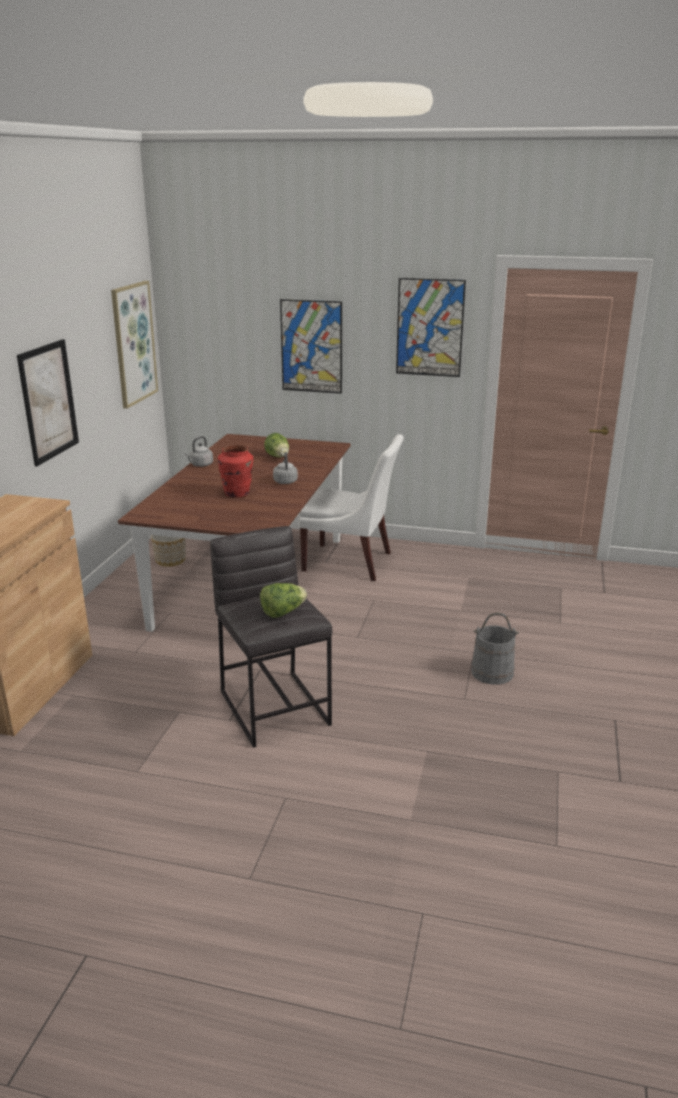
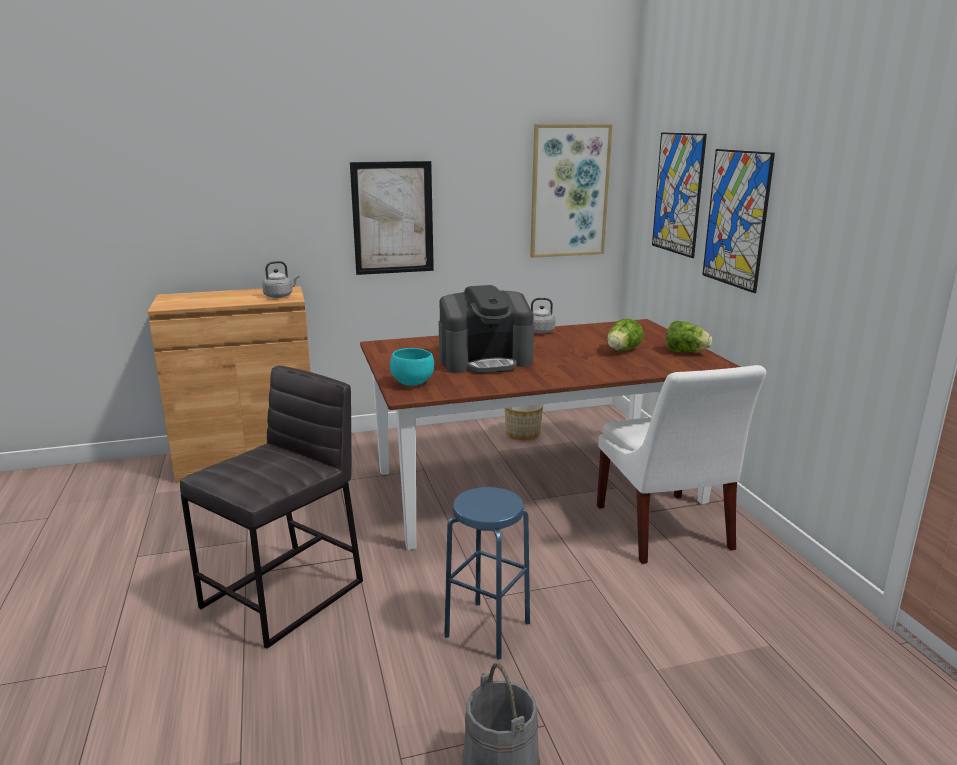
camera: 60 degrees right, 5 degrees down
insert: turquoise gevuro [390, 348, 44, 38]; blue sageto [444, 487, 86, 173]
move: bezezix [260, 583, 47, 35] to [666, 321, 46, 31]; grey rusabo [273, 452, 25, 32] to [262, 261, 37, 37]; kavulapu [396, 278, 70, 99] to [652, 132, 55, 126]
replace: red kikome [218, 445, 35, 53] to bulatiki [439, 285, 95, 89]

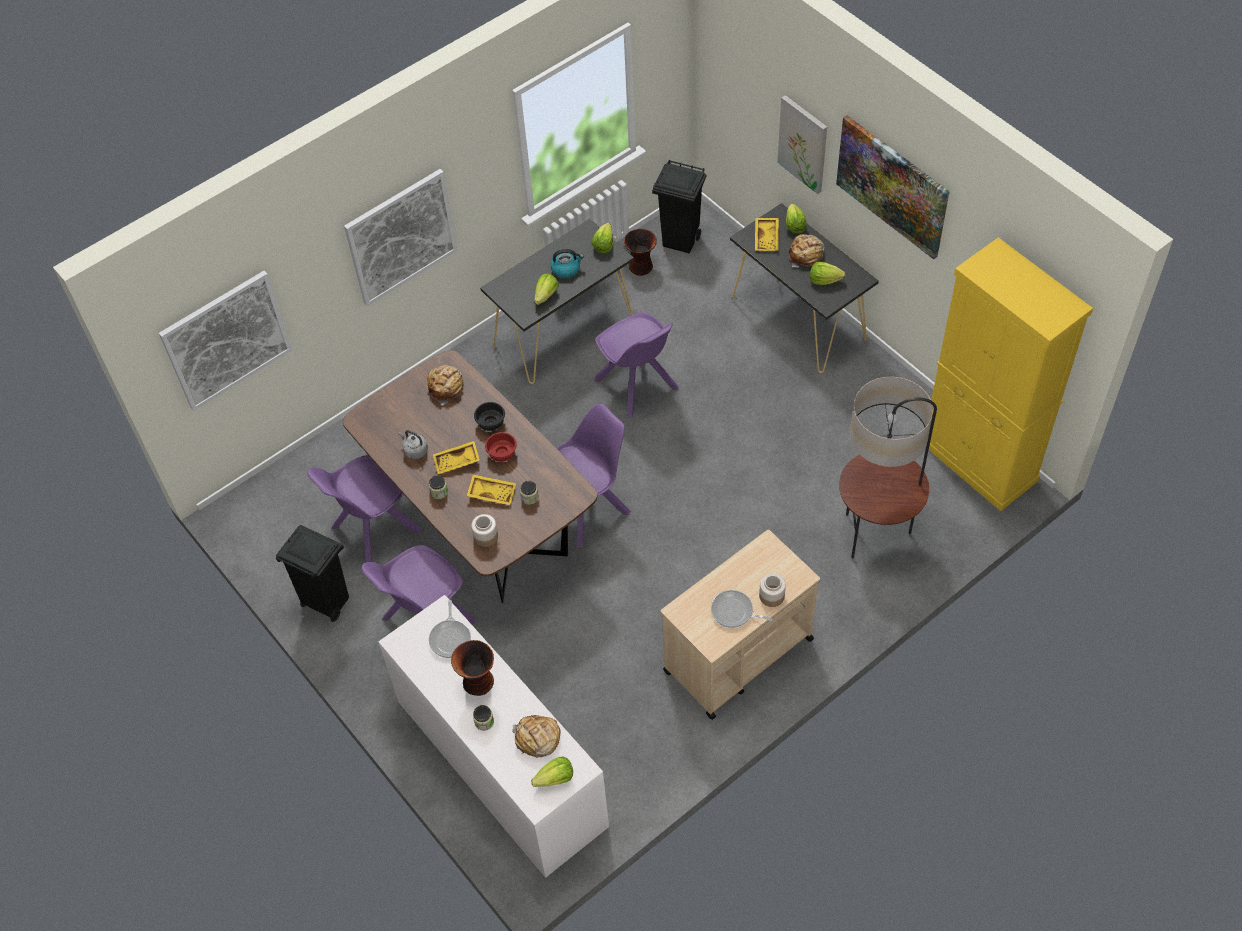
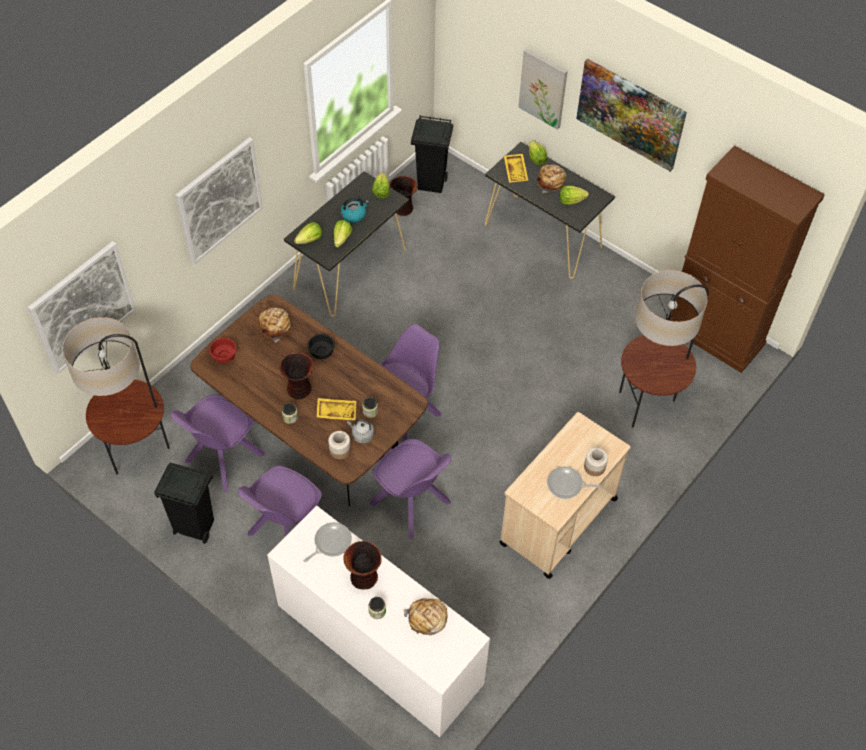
camera: 15 degrees left, 0 degrees up
insert: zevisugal [63, 317, 107, 157]
move: grey rusabo [399, 430, 29, 29] to [347, 419, 27, 25]; red gevuro [485, 432, 32, 30] to [209, 338, 28, 25]; bezezix [531, 756, 42, 31] to [294, 222, 28, 22]; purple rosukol [595, 312, 84, 106] to [370, 439, 81, 100]
replace: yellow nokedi [433, 441, 47, 33] to kikome [280, 353, 34, 46]
recolor: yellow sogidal [929, 237, 164, 274] to brown sogidal [670, 146, 155, 227]
rotate: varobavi [429, 600, 42, 58] = [304, 522, 48, 40] 120 degrees counterclockwise

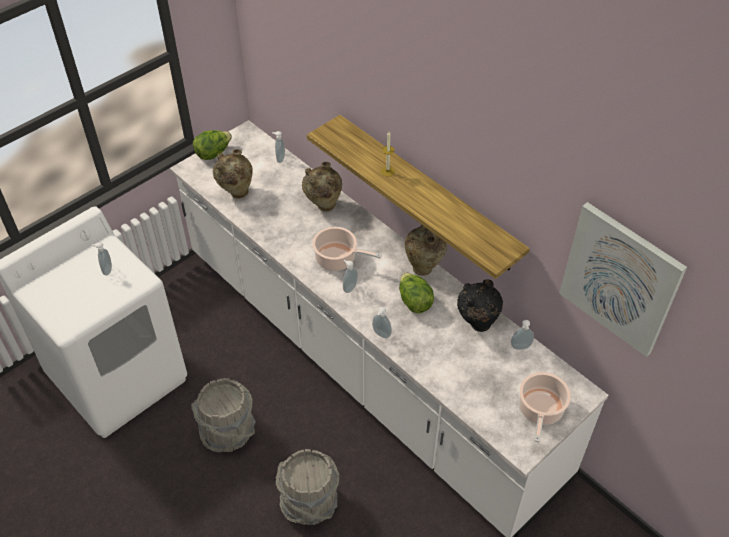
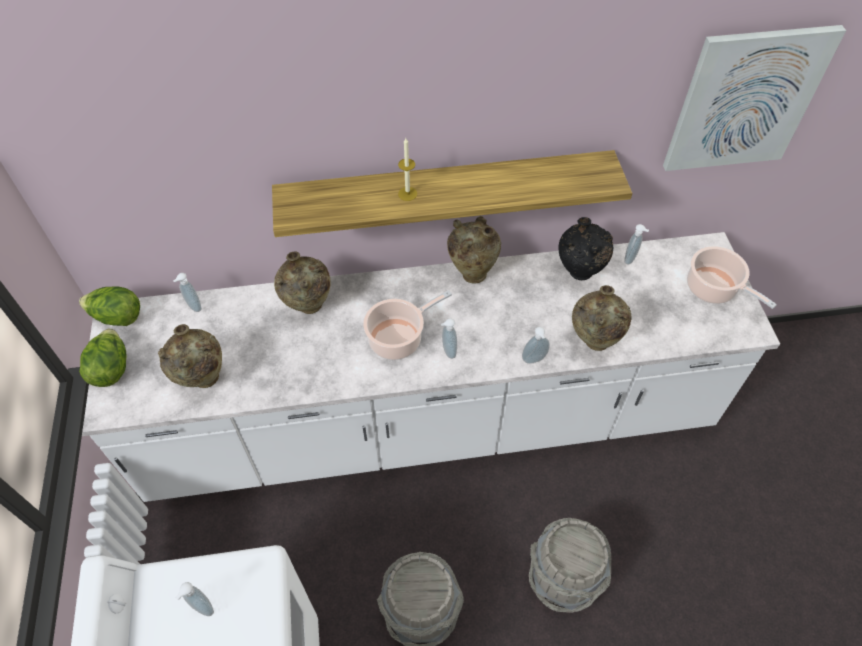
camera: 55 degrees left, 5 degrees up
insert: beige kikome [572, 285, 60, 66]
move: bezezix [399, 272, 35, 41] to [79, 286, 61, 40]

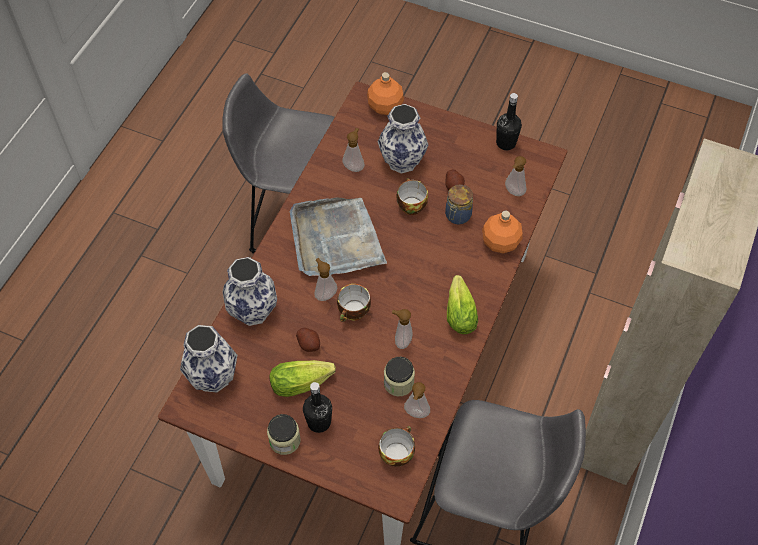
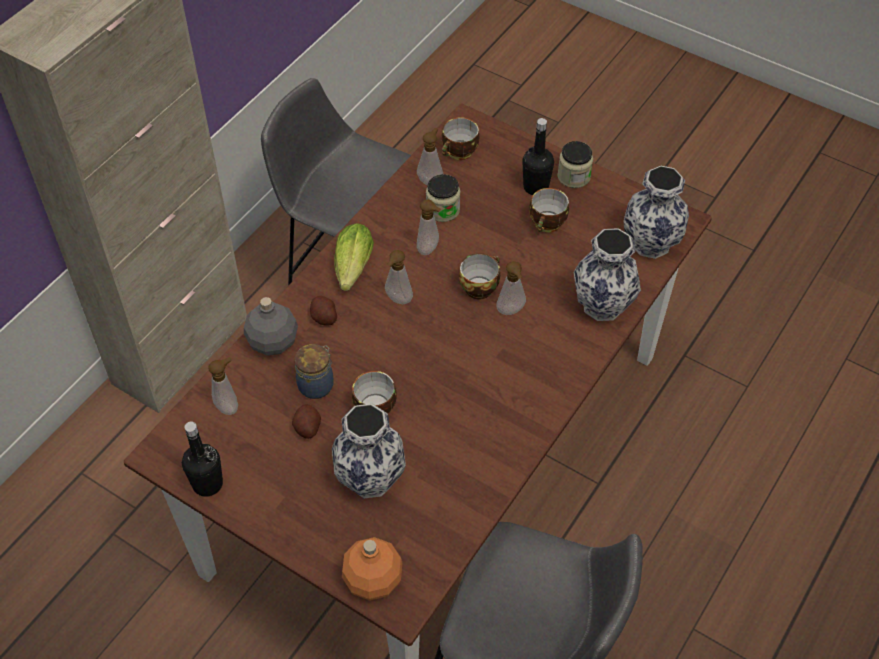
camera: 170 degrees left, 5 degrees down
delete: grey nokedi [290, 198, 97, 78]
move: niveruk [296, 328, 24, 24] to [310, 296, 27, 30]; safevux [343, 128, 21, 44] to [385, 250, 28, 54]
replace: bezezix [269, 360, 67, 37] to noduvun [529, 188, 40, 45]
recolor: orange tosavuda [482, 210, 41, 43] to grey tosavuda [244, 297, 54, 59]

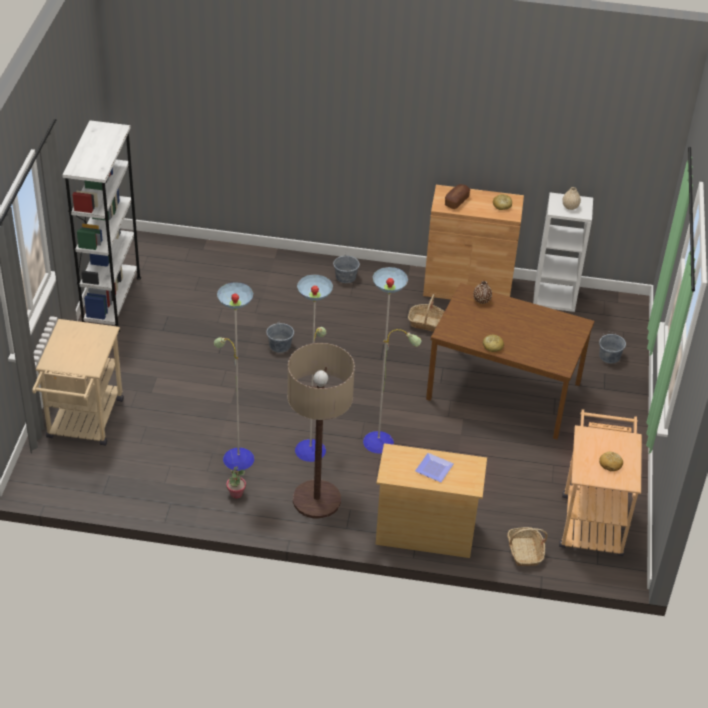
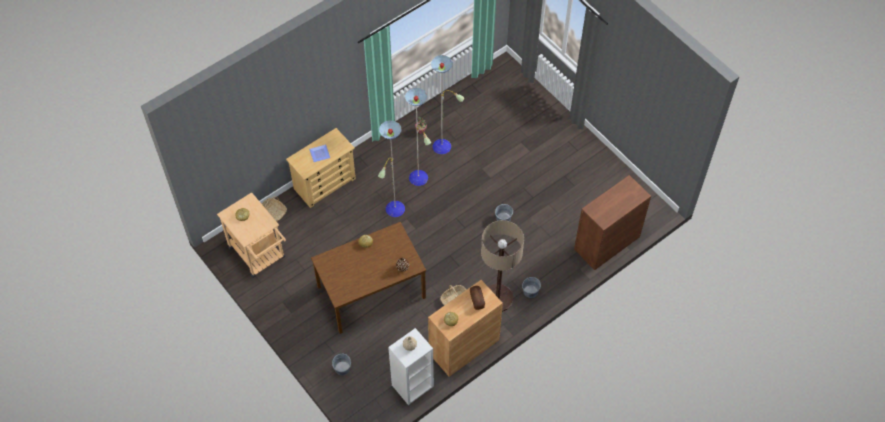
camera: 135 degrees right, 15 degrees up
delete: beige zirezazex [32, 319, 92, 127]; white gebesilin [62, 120, 79, 213]
insert: brown sogidal [574, 175, 77, 95]
move: zevisugal [287, 343, 68, 176] to [481, 220, 43, 92]

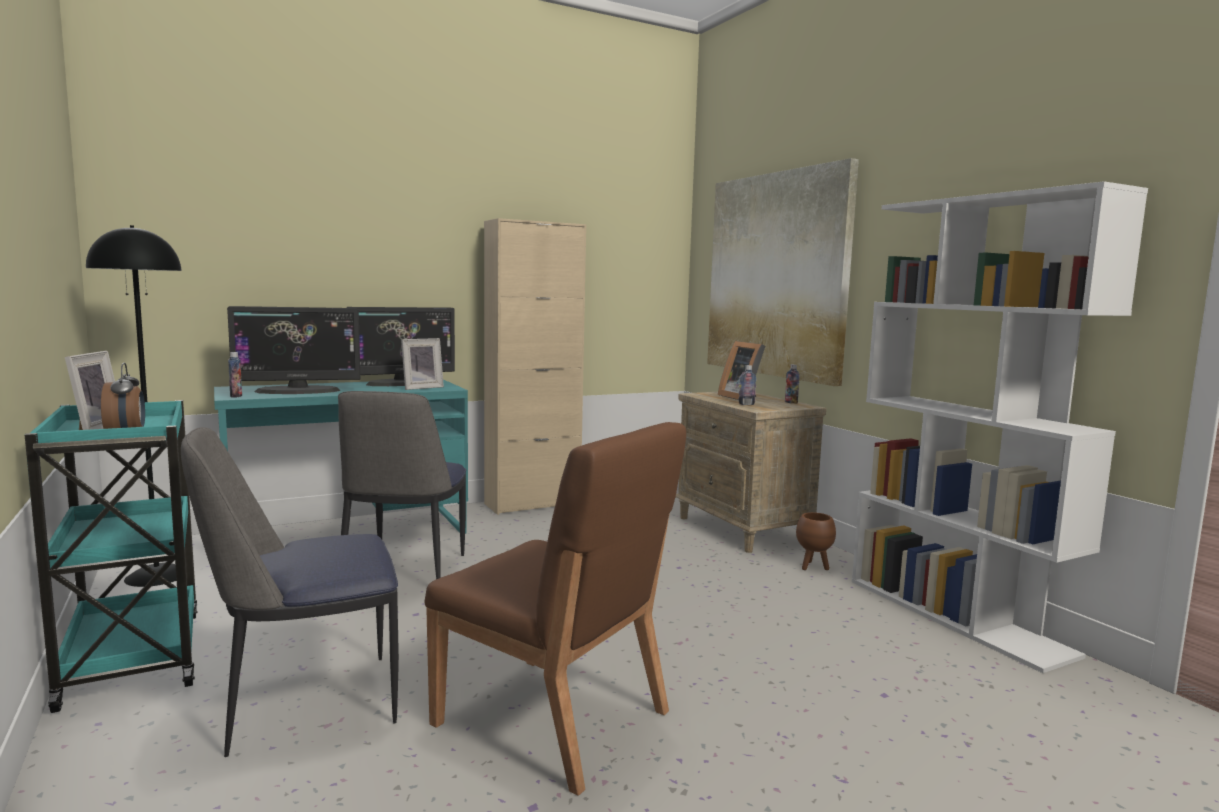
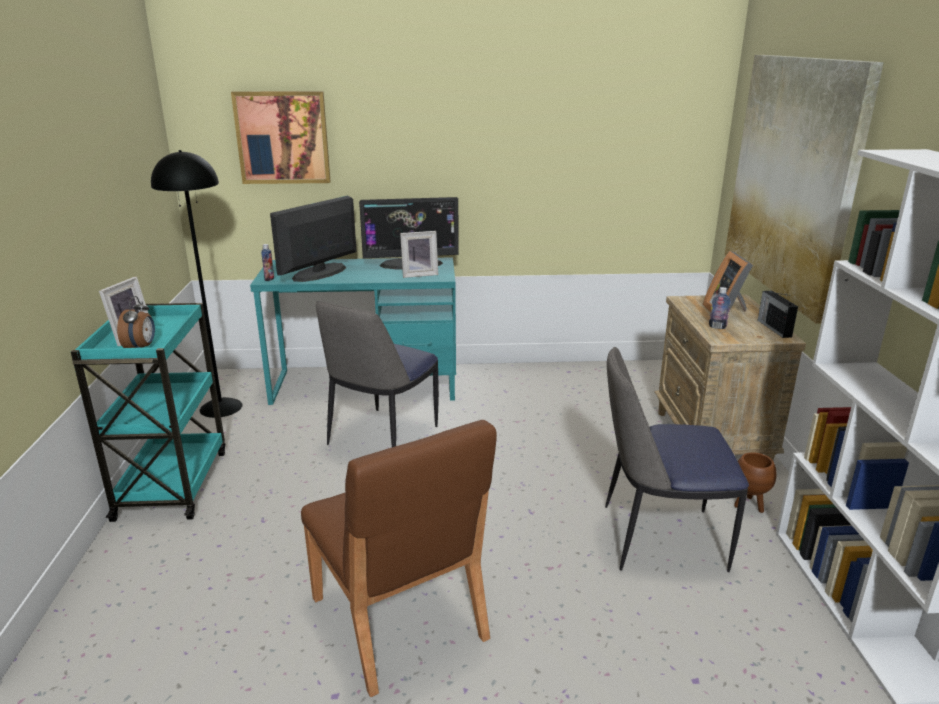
camera: 25 degrees right, 15 degrees up
delete: beige sogidal [484, 218, 102, 297]
insert: kavulapu [231, 91, 100, 93]
move: rosukol [181, 427, 218, 330] to [605, 347, 144, 225]
replace: tosavuda [785, 364, 15, 40] to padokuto [758, 291, 40, 47]
rotate: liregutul [227, 306, 133, 88] = [270, 196, 87, 86] 120 degrees clockwise

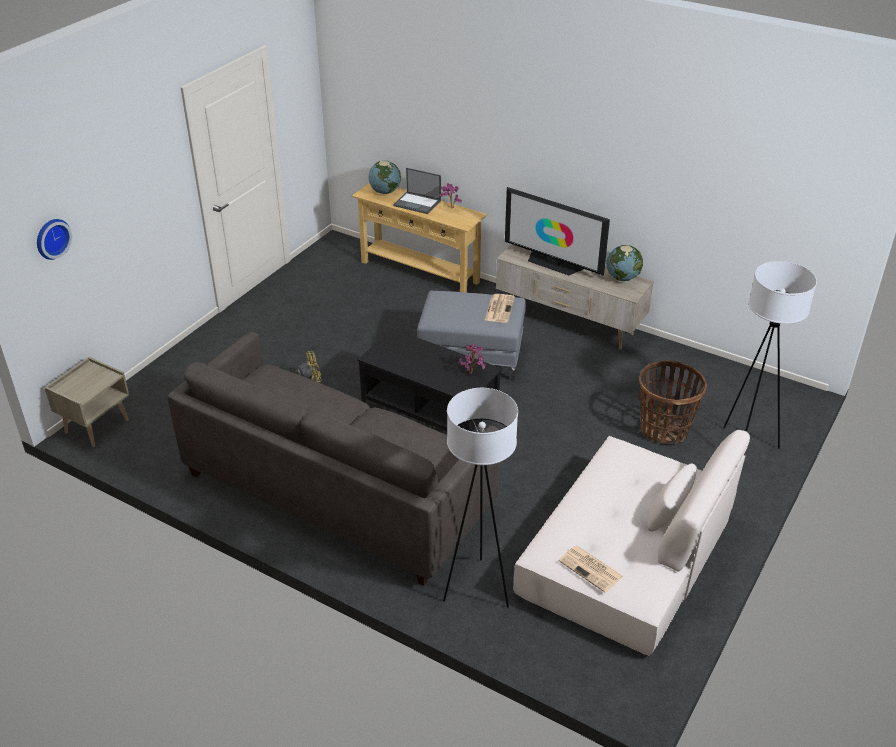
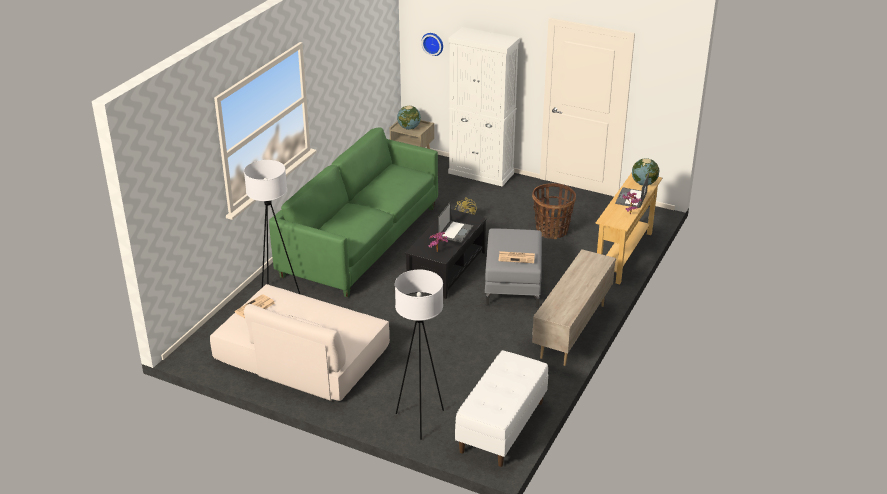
camera: 85 degrees right, 5 degrees down
delete: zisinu [505, 187, 105, 88]
insert: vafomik [438, 202, 35, 41]; white sogidal [448, 27, 72, 159]; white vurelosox [455, 350, 93, 117]
move: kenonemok [606, 245, 37, 36] to [397, 106, 24, 24]; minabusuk [639, 361, 68, 83] to [532, 183, 44, 56]
recolor: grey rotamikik [167, 332, 332, 254] to green rotamikik [269, 128, 169, 169]

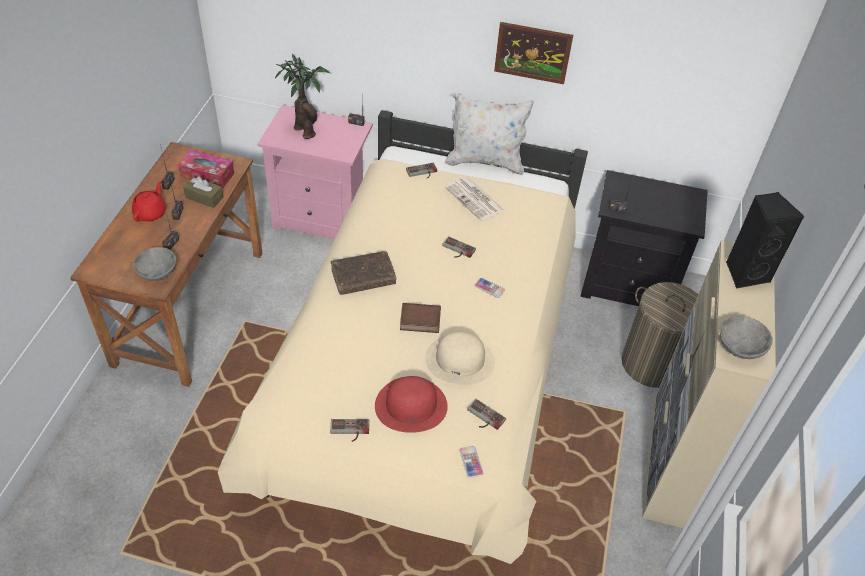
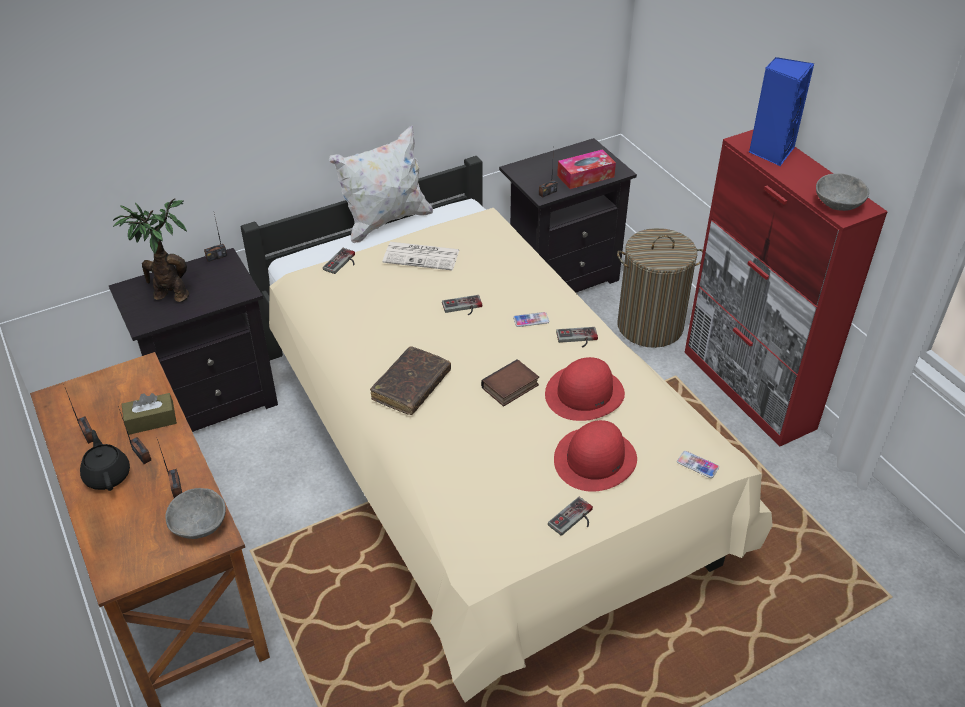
camera: 40 degrees left, 5 degrees down
delete: kavulapu [494, 22, 79, 62]
move: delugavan [178, 150, 56, 38] to [557, 149, 59, 40]; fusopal [467, 399, 39, 31] to [556, 327, 42, 21]
recolor: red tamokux [132, 181, 34, 41] to black tamokux [80, 430, 50, 61]; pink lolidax [257, 105, 116, 134] to black lolidax [109, 248, 169, 184]; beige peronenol [425, 331, 70, 54] to red peronenol [545, 357, 80, 64]; beige sogidal [642, 240, 134, 288] to red sogidal [684, 129, 204, 318]; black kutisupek [726, 192, 78, 97] to blue kutisupek [749, 57, 65, 109]

